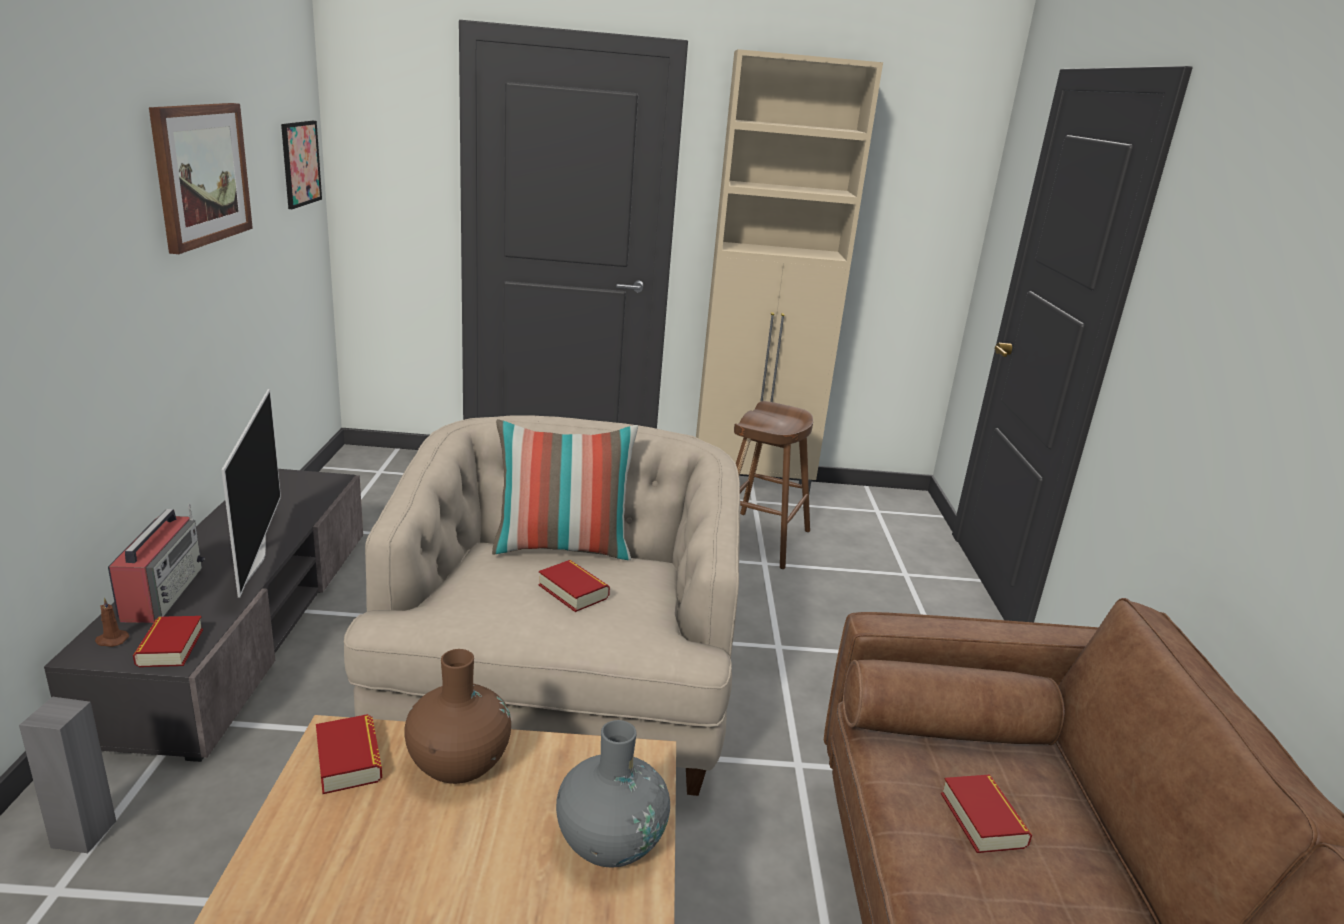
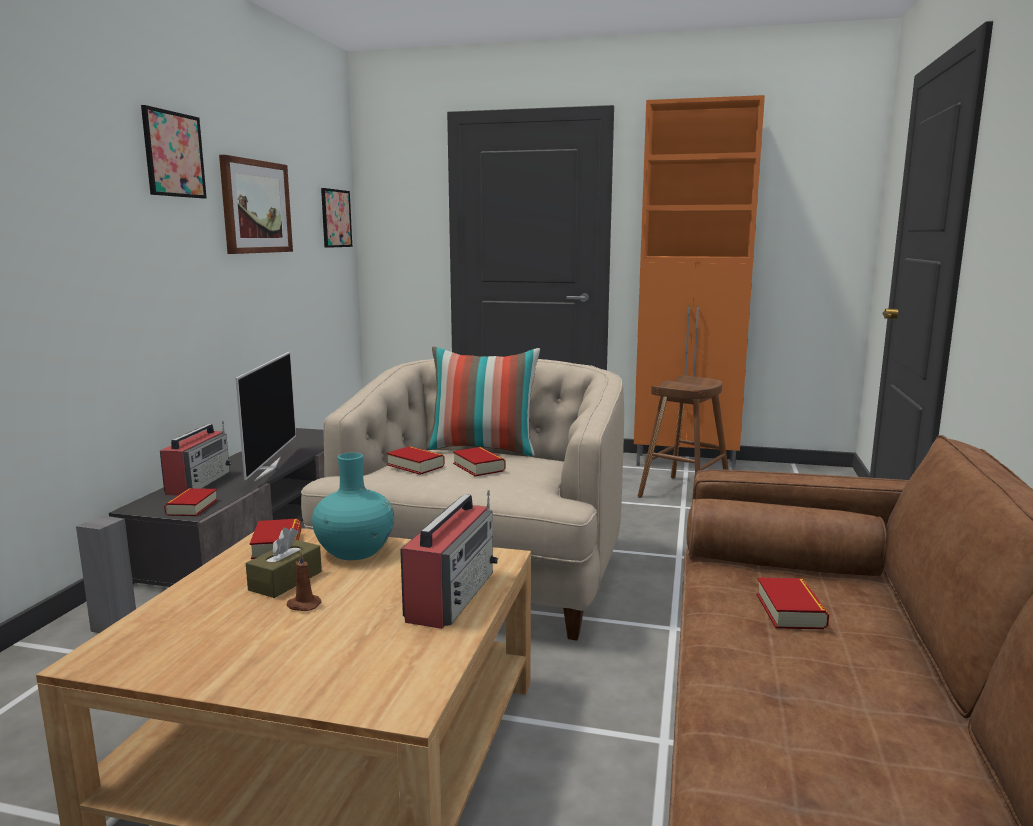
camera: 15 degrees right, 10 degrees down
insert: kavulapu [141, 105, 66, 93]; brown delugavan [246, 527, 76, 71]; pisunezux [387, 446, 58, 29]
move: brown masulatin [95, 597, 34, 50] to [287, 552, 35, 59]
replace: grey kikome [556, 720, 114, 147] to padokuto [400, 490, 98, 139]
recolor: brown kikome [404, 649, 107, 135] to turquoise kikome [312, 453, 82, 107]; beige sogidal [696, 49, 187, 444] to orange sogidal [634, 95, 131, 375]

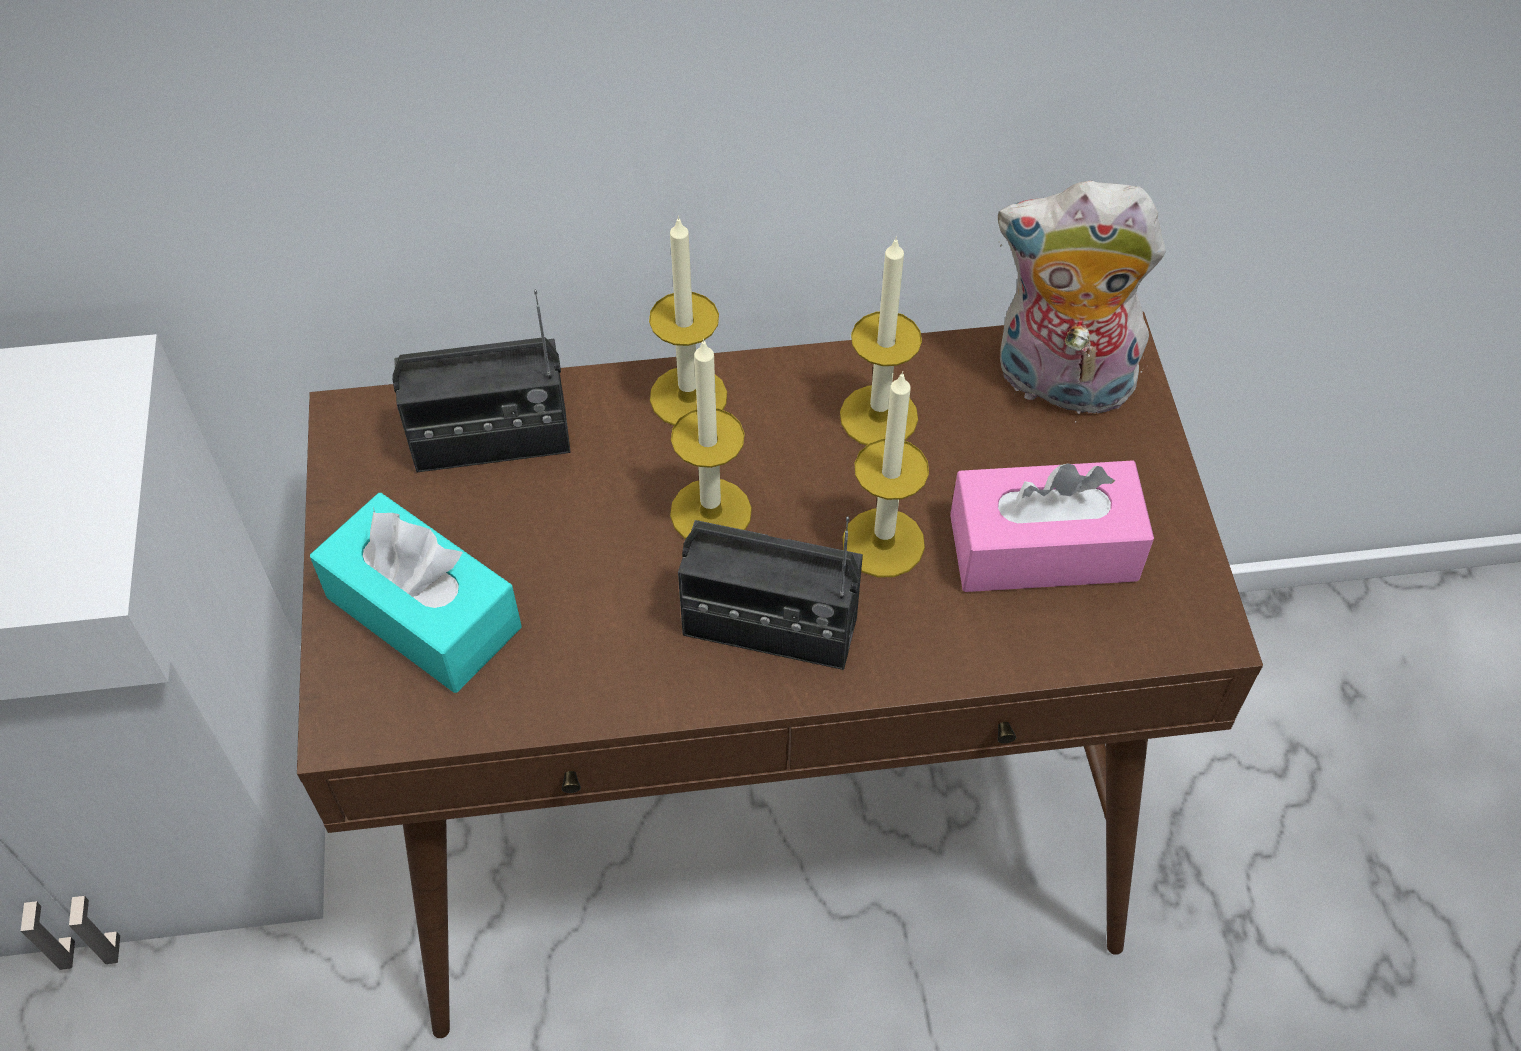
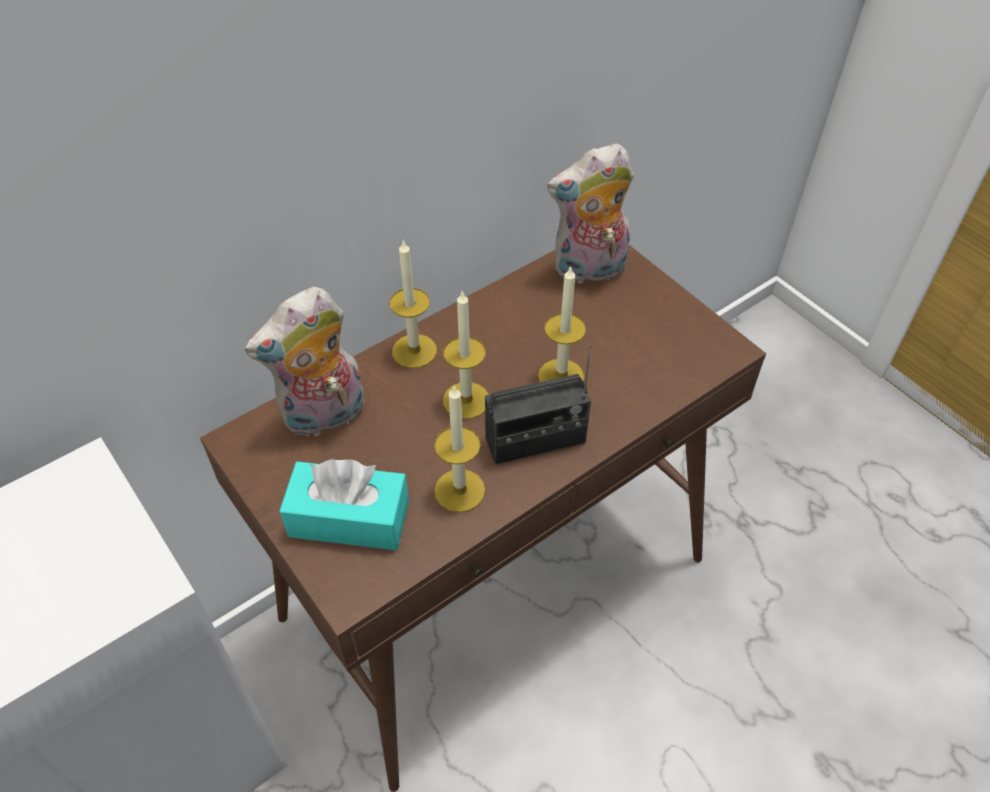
camera: 30 degrees left, 5 degrees down
delete: pink delugavan [950, 460, 204, 132]
move: masulatin [840, 237, 82, 208] to [434, 384, 51, 128]
replace: padokuto [392, 290, 179, 182] to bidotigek [245, 287, 119, 151]

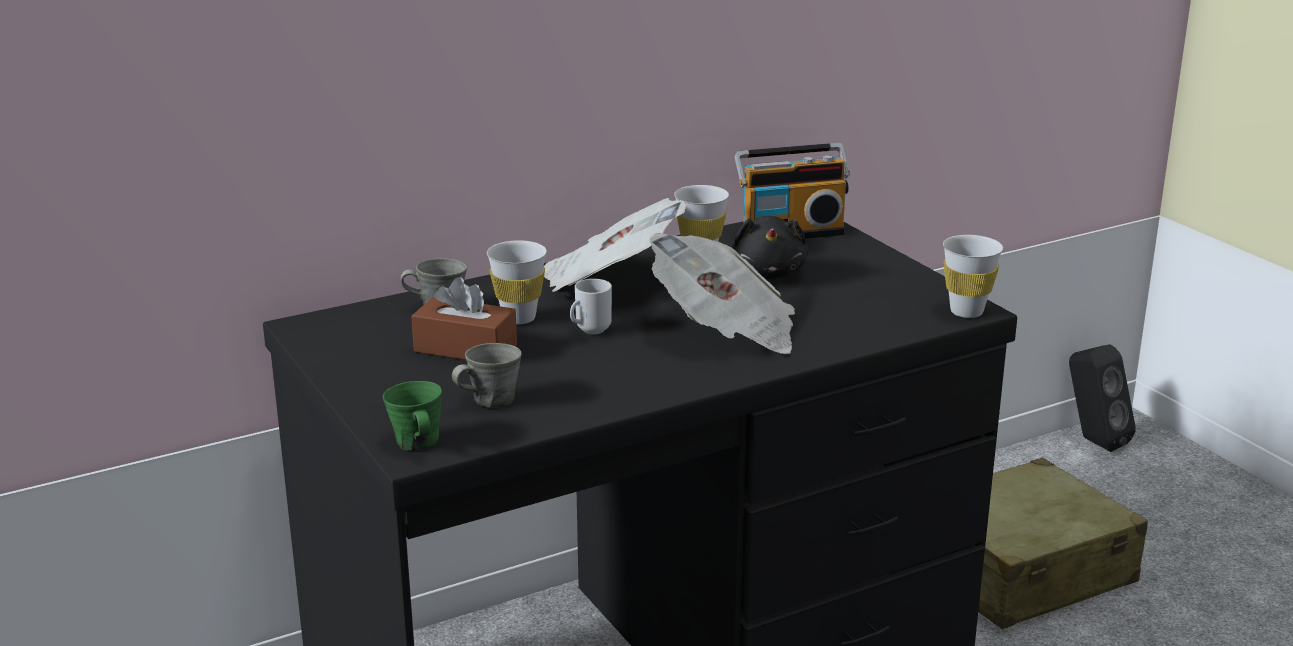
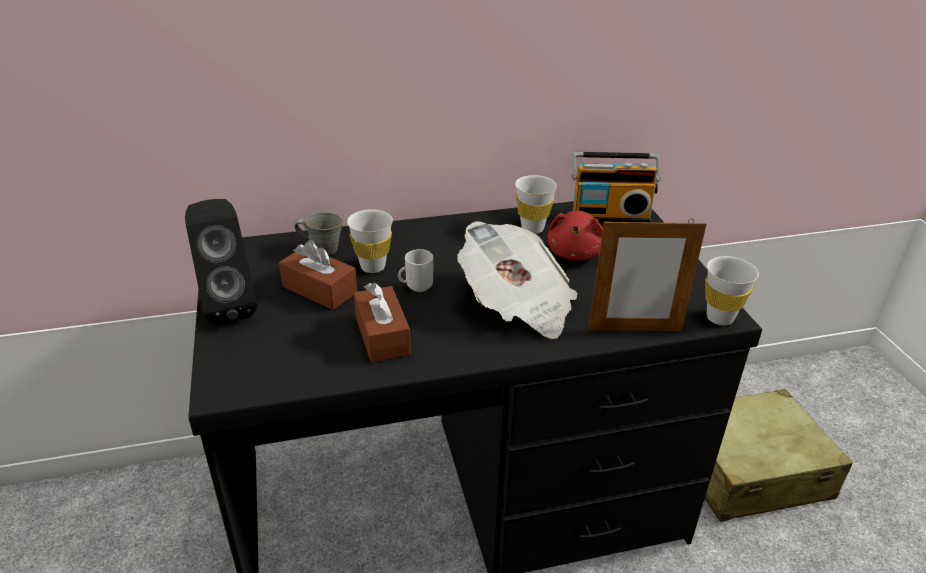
camera: 15 degrees right, 10 degrees up
delete: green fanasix [383, 381, 59, 69]; grey fanasix [452, 343, 70, 64]; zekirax [544, 198, 142, 94]
insert: brown delugavan [354, 283, 57, 79]; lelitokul [589, 218, 117, 113]
move: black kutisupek [1069, 344, 67, 108] to [185, 199, 72, 125]
recolor: black bidotigek [732, 216, 76, 63] to red bidotigek [548, 211, 55, 49]

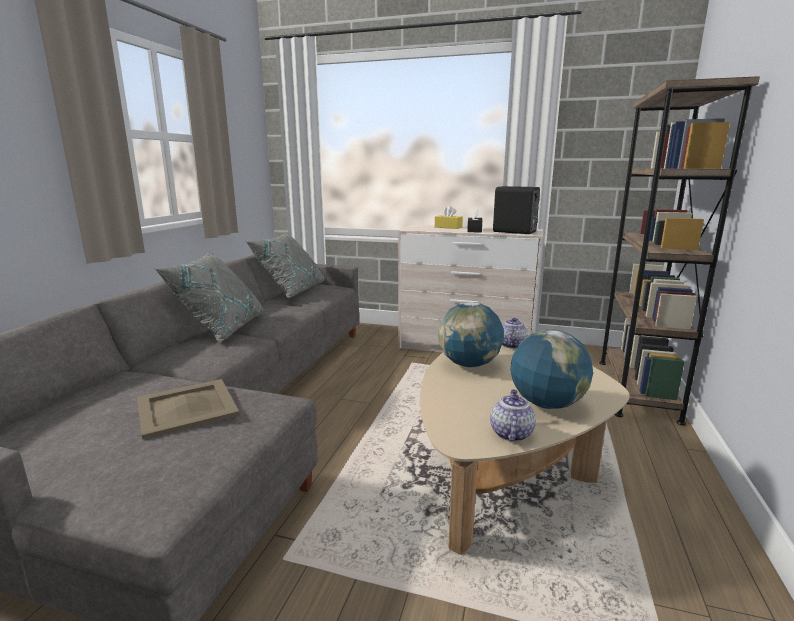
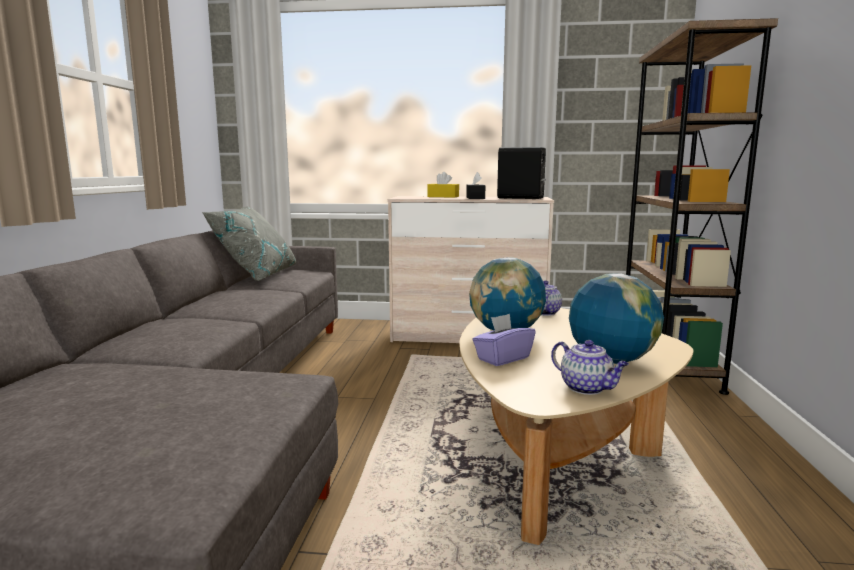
camera: 10 degrees left, 5 degrees down
delete: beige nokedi [137, 379, 102, 61]; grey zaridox [155, 252, 109, 90]
insert: purple delugavan [472, 314, 64, 52]
rotate: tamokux [490, 389, 46, 53] = [551, 340, 78, 55] 135 degrees clockwise

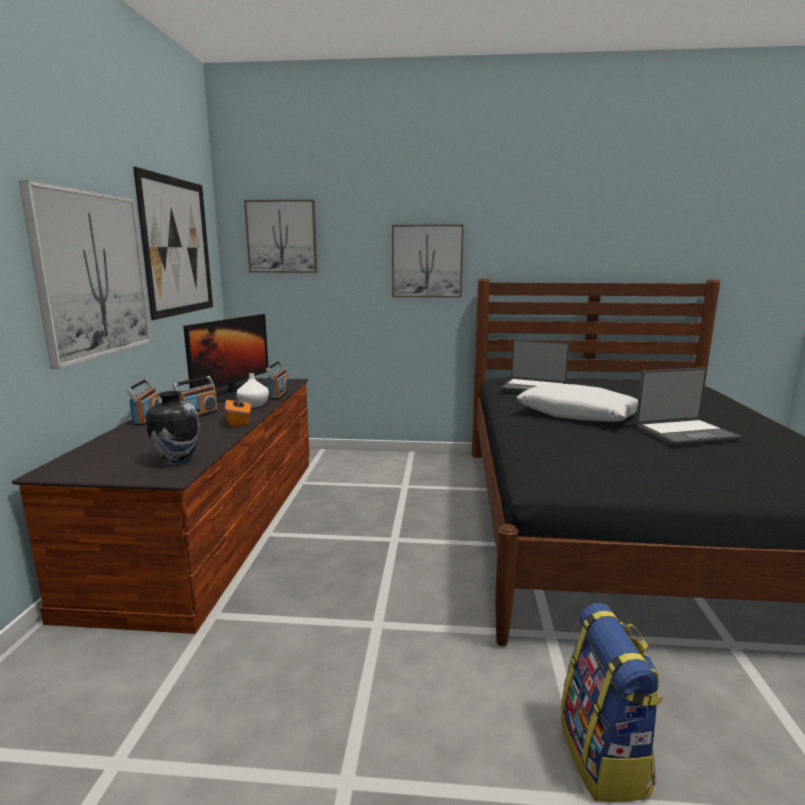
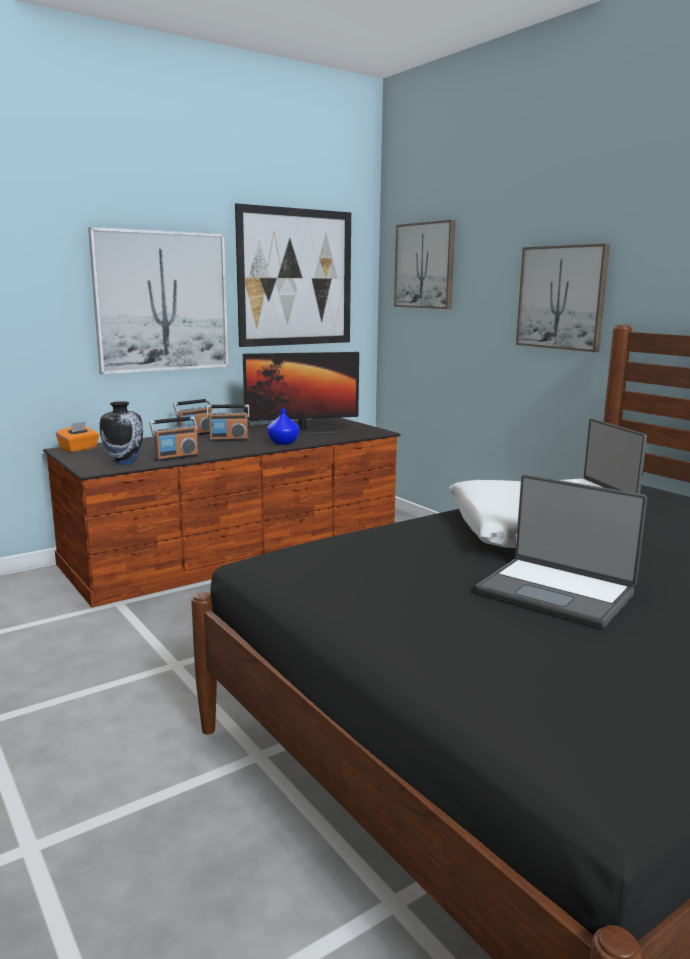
camera: 50 degrees right, 0 degrees up
delete: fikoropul [561, 603, 102, 199]
move: orange delugavan [225, 394, 26, 33] to [56, 422, 43, 31]; padokuto [266, 361, 23, 38] to [149, 416, 50, 45]
recolor: white kikome [237, 373, 32, 35] to blue kikome [267, 409, 33, 36]

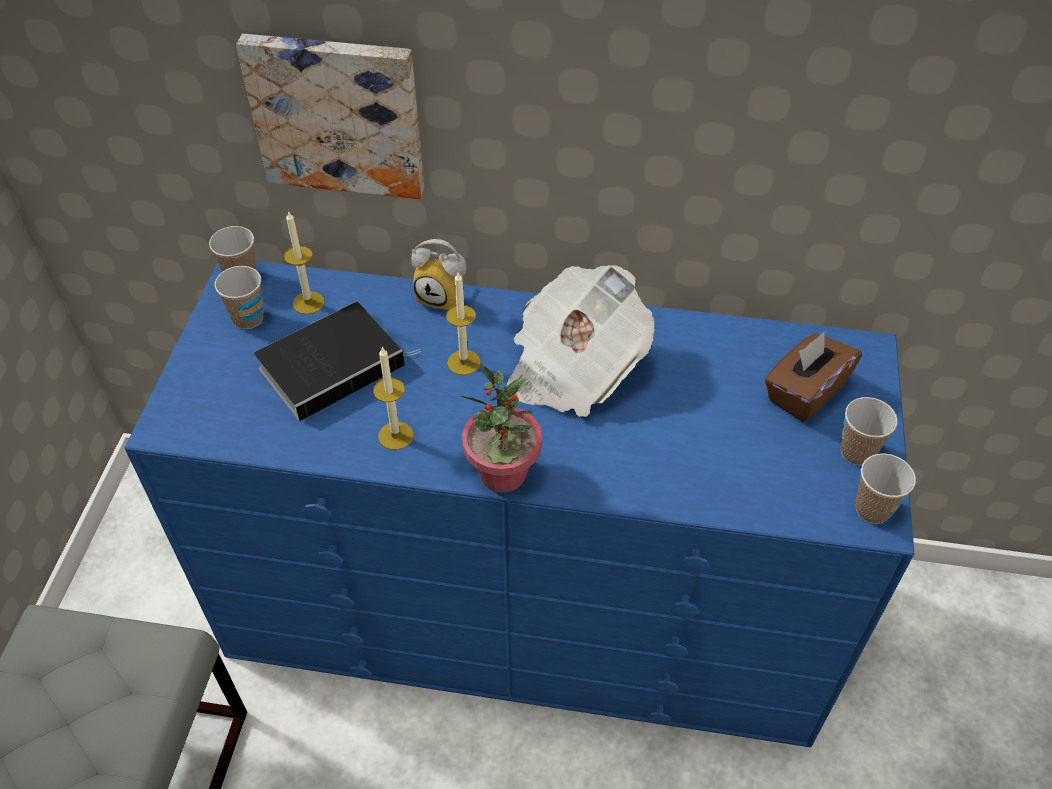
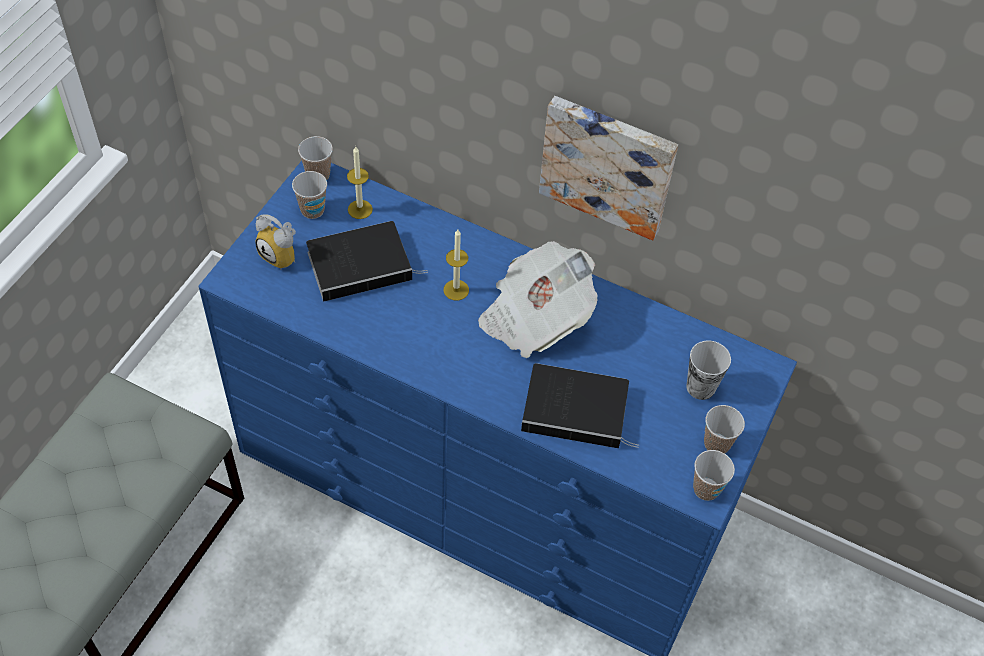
camera: 15 degrees right, 5 degrees up
delete: masulatin [373, 347, 41, 103]; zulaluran [460, 364, 82, 129]
insert: pisunezux [521, 363, 118, 85]
move: kavulapu [236, 34, 188, 165] to [539, 96, 139, 144]; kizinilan [411, 239, 55, 71] to [255, 214, 41, 56]
replace: brown delugavan [765, 332, 97, 90] to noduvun [686, 341, 45, 59]

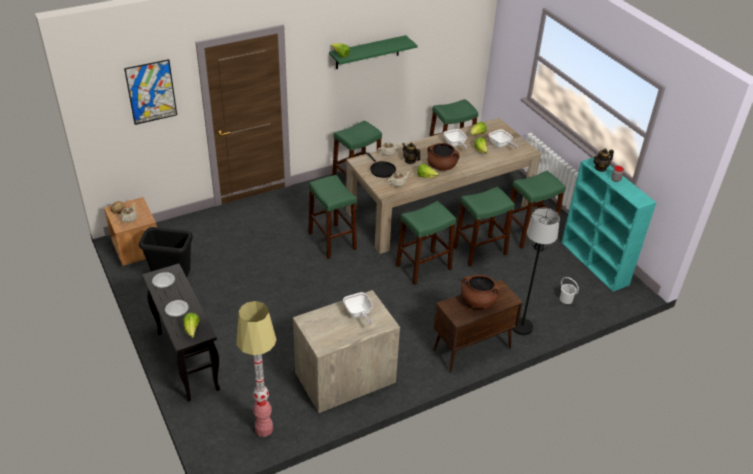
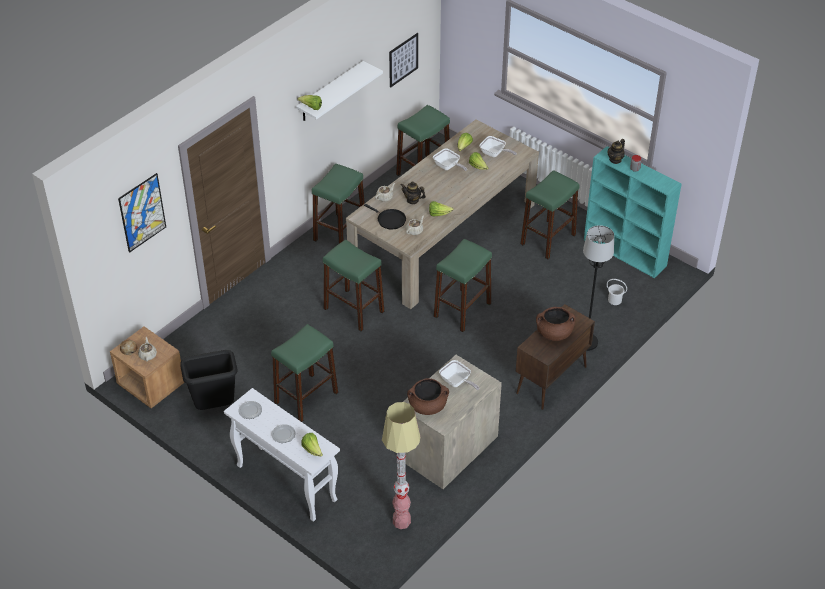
camera: 20 degrees left, 5 degrees up
insert: kavulapu [389, 33, 29, 55]
move: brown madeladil [427, 143, 32, 28] to [407, 378, 42, 37]; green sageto [453, 187, 61, 80] to [271, 324, 67, 98]
recolor: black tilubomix [142, 264, 78, 138] to white tilubomix [224, 388, 116, 134]; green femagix [329, 35, 88, 34] to white femagix [296, 61, 87, 60]

